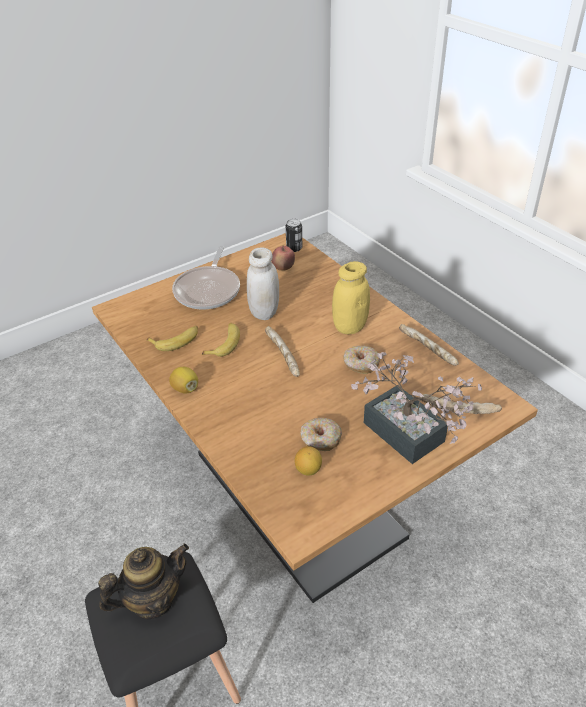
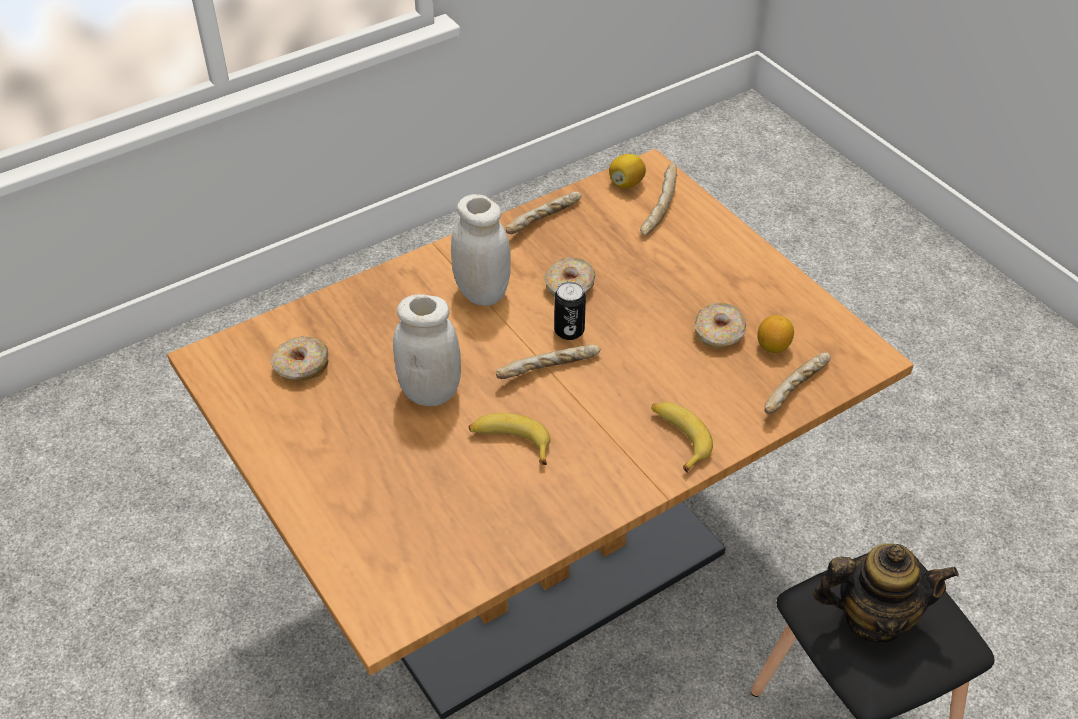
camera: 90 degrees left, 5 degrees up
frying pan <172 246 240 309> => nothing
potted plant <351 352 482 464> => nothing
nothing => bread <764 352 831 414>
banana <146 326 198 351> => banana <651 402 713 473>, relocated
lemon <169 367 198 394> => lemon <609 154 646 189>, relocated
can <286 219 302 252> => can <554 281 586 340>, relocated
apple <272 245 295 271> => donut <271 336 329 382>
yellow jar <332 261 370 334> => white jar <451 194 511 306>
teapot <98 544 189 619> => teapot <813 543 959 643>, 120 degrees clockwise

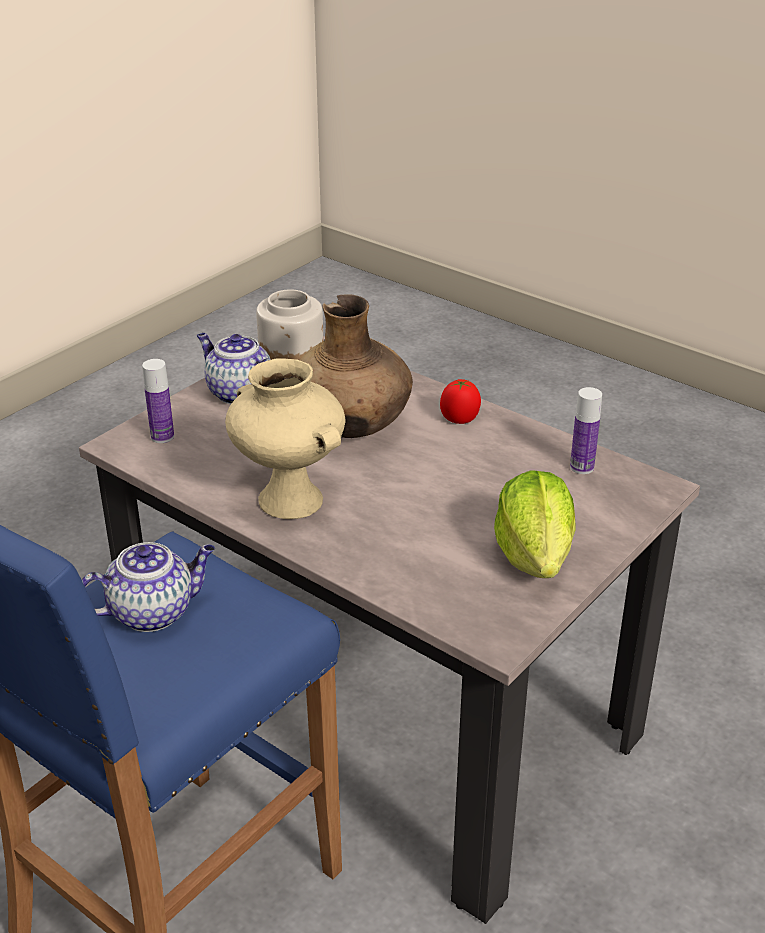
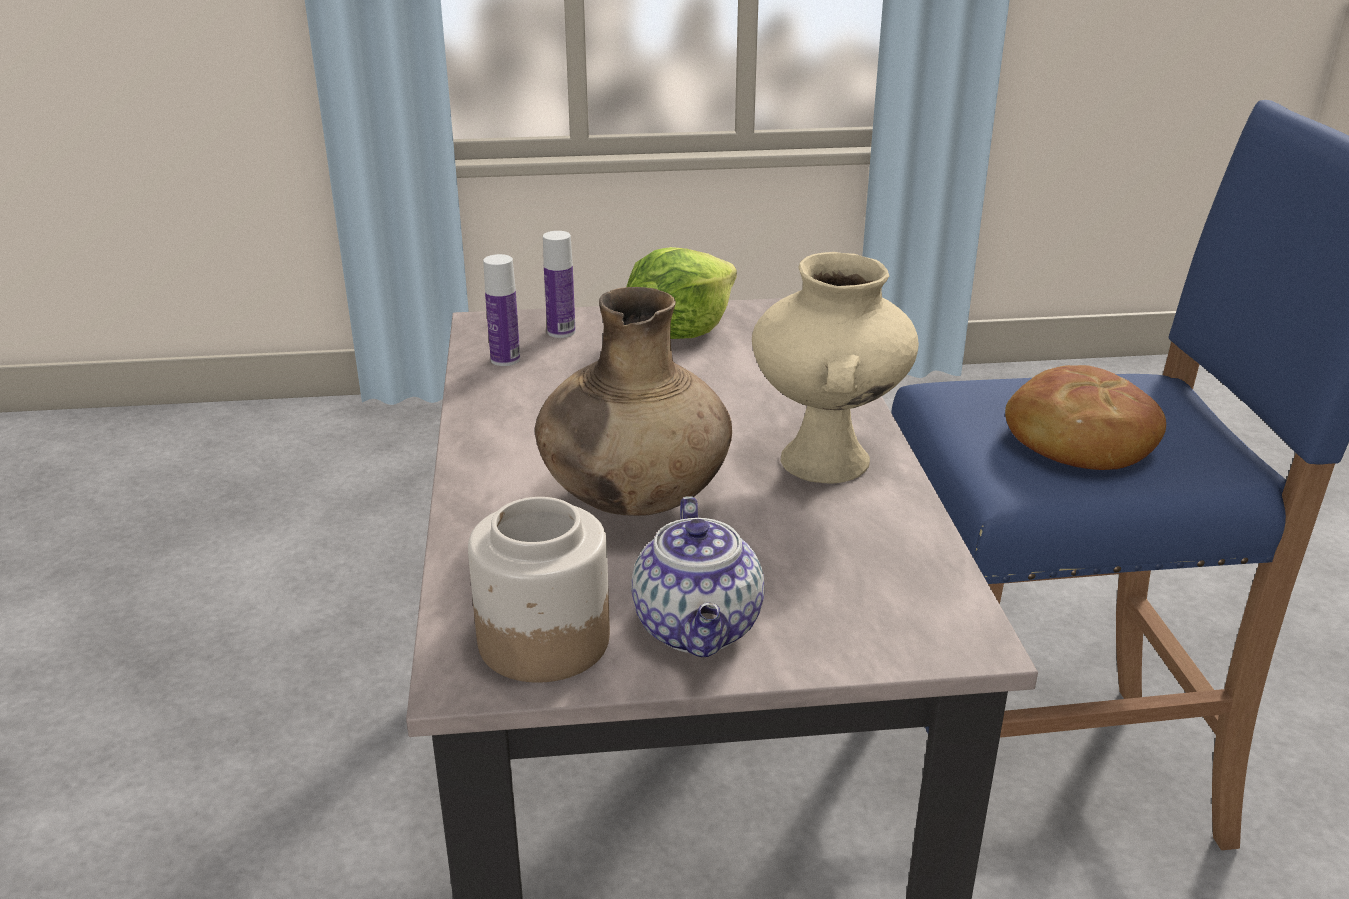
camera: 135 degrees left, 5 degrees down
tomato <440 379 481 424> => nothing
bottle <142 359 174 443> => bottle <543 231 576 338>, relocated
teapot <82 542 215 632> => bread <1005 365 1166 470>

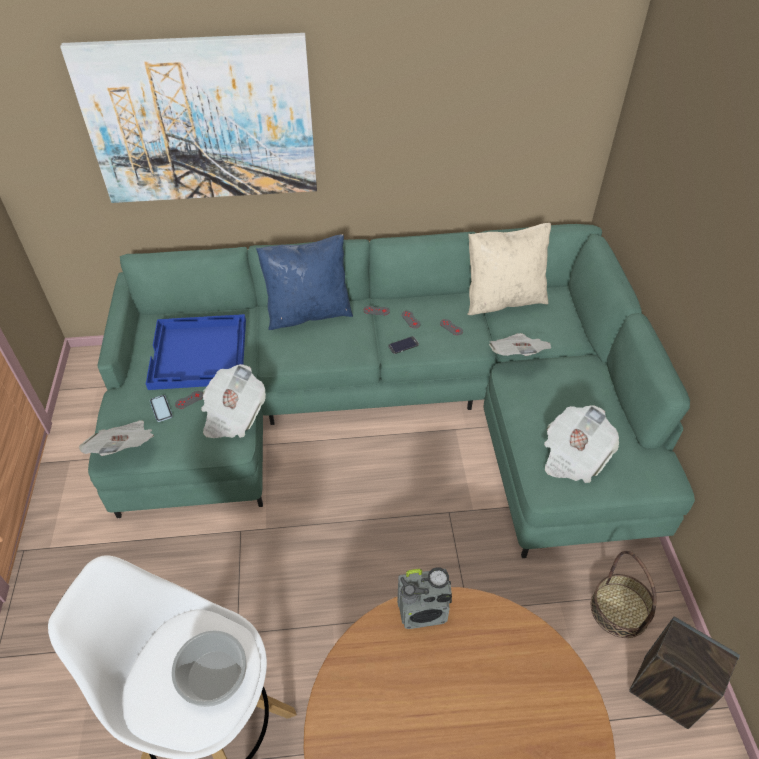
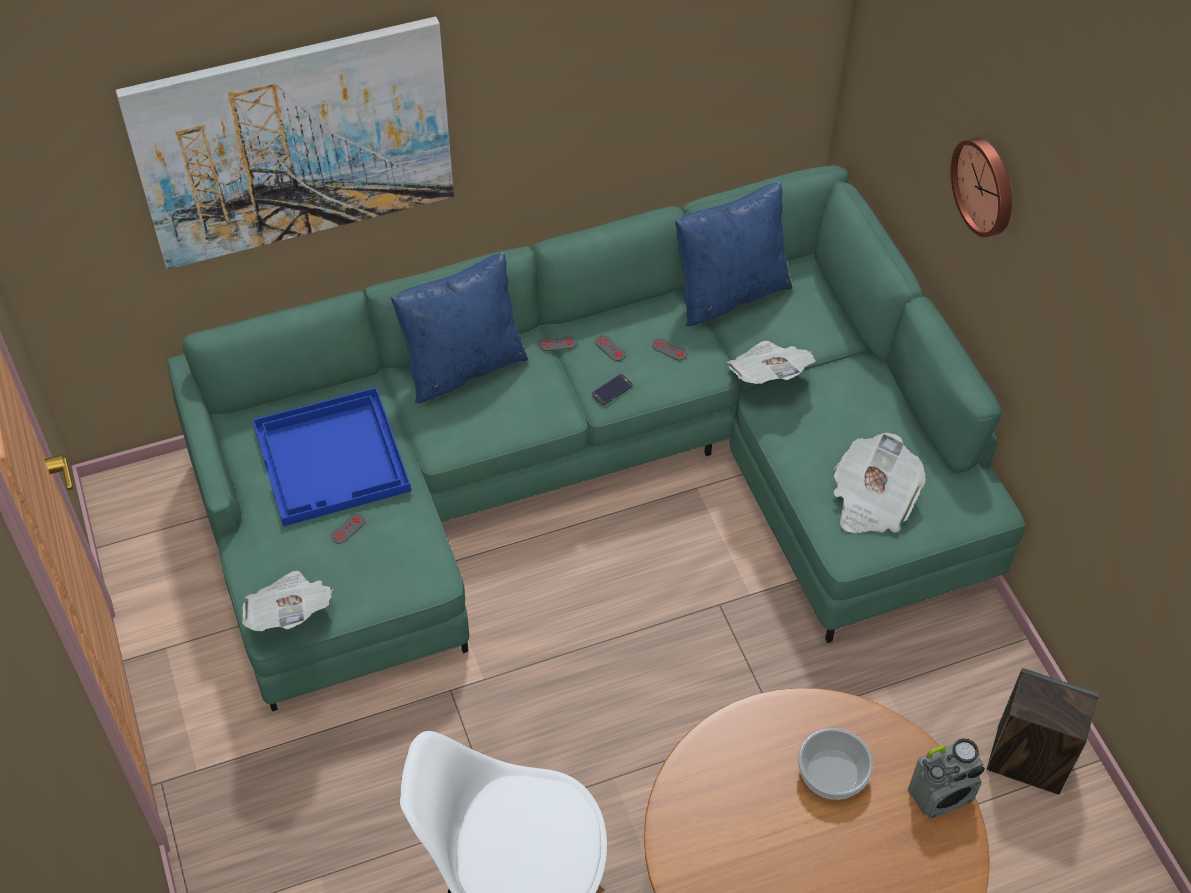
camera: 15 degrees left, 5 degrees up
phone <150 395 173 422> => nothing
newspaper <201 364 266 438> => nothing
basket <591 550 657 638> => nothing
nothing => wall clock <950 138 1012 237>
bowl <171 630 246 707> => bowl <798 728 873 800>, relocated
radio <397 567 452 629> => radio <908 738 985 819>, relocated
beige pillow <467 223 551 315> => blue pillow <675 182 792 326>

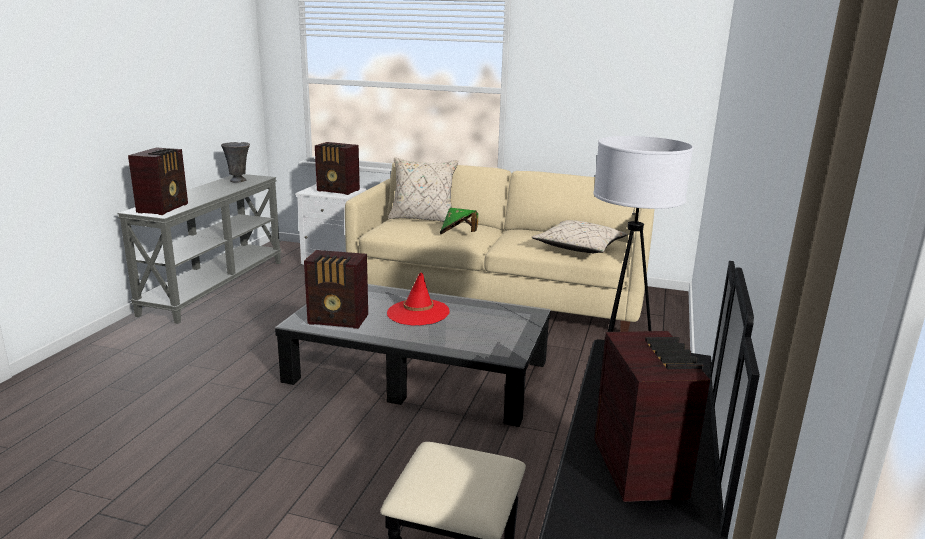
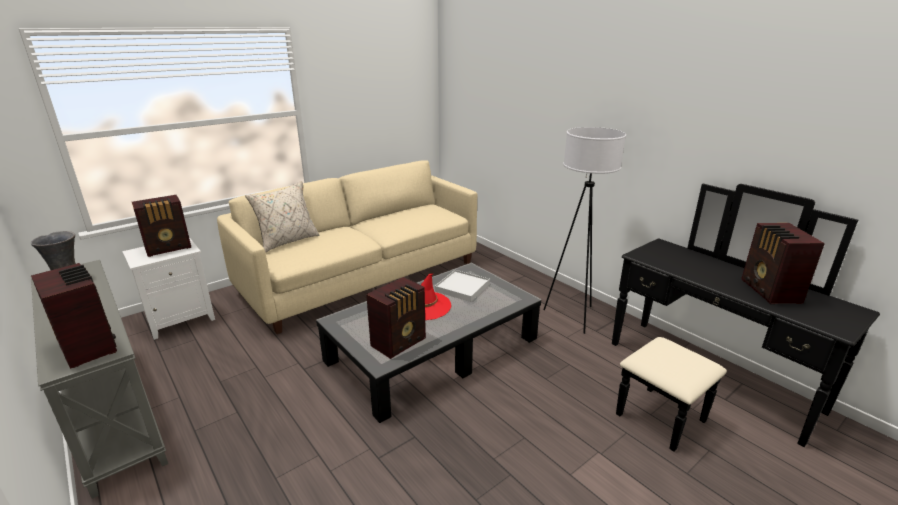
camera: 55 degrees left, 5 degrees up
green hat <440 208 478 234> => nothing
beige pillow <532 220 628 253> => nothing
nothing => white tray <435 270 490 302>
radio <594 331 710 502> => radio <741 223 825 304>, 120 degrees counterclockwise

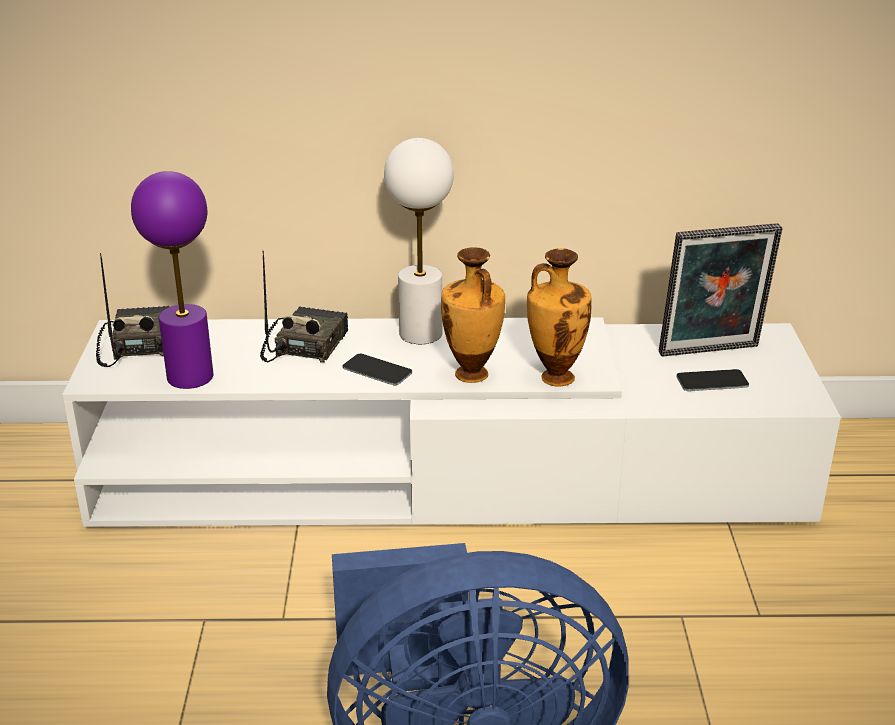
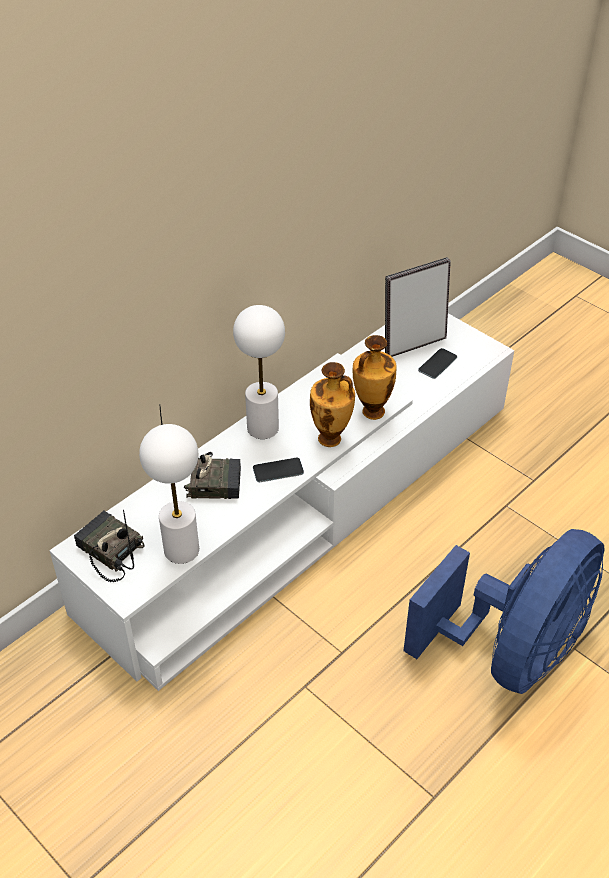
camera: 45 degrees left, 15 degrees up
purple table lamp <131 171 213 389> => white table lamp <139 424 199 564>
radio <260 251 348 363> => radio <159 404 241 499>, 120 degrees clockwise
picture frame <659 223 782 357> => picture frame <385 257 451 357>, 150 degrees counterclockwise

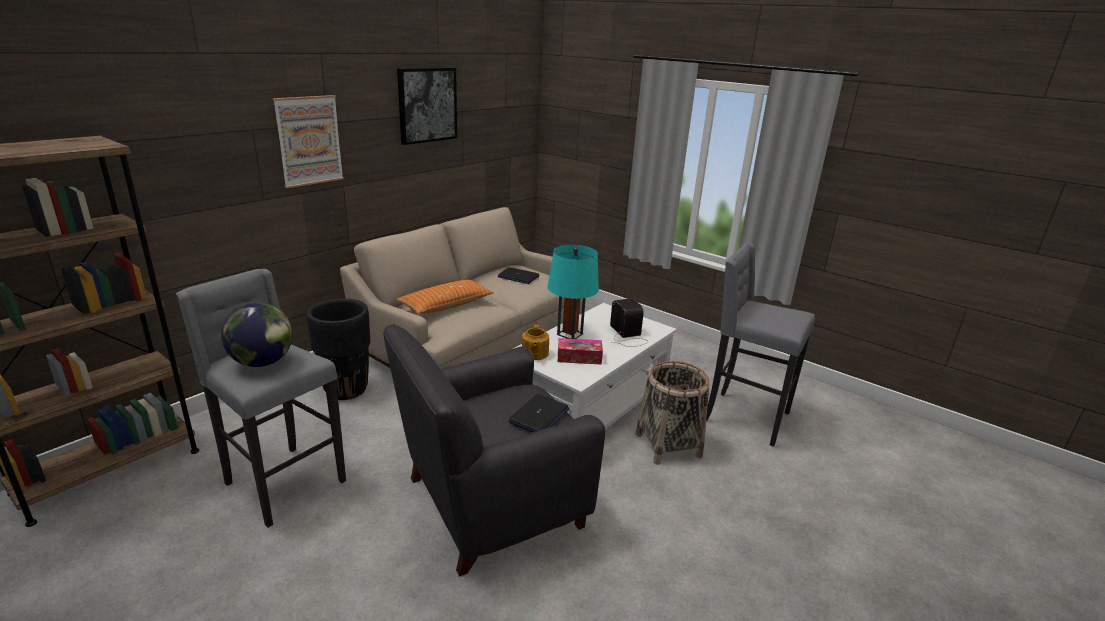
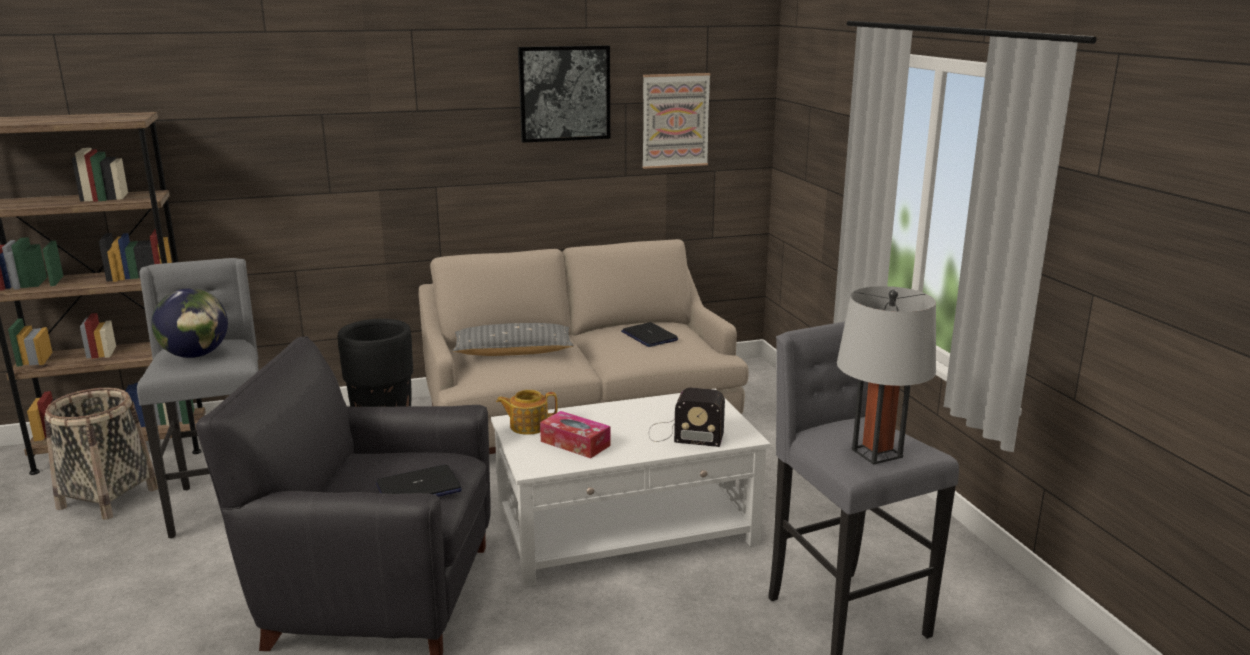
camera: 35 degrees right, 5 degrees down
turquoise table lamp <548 245 599 339> => nothing
nothing => grey table lamp <837 286 936 465>
picture <273 95 344 188> => picture <642 73 711 169>, relocated
basket <635 361 709 465> => basket <44 388 158 520>, relocated
orange pillow <396 279 494 314> => grey pillow <453 323 574 356>
teapot <522 324 549 360> => teapot <496 390 558 435>, 45 degrees clockwise
radio <610 298 648 347> => radio <649 388 725 447>, 90 degrees clockwise

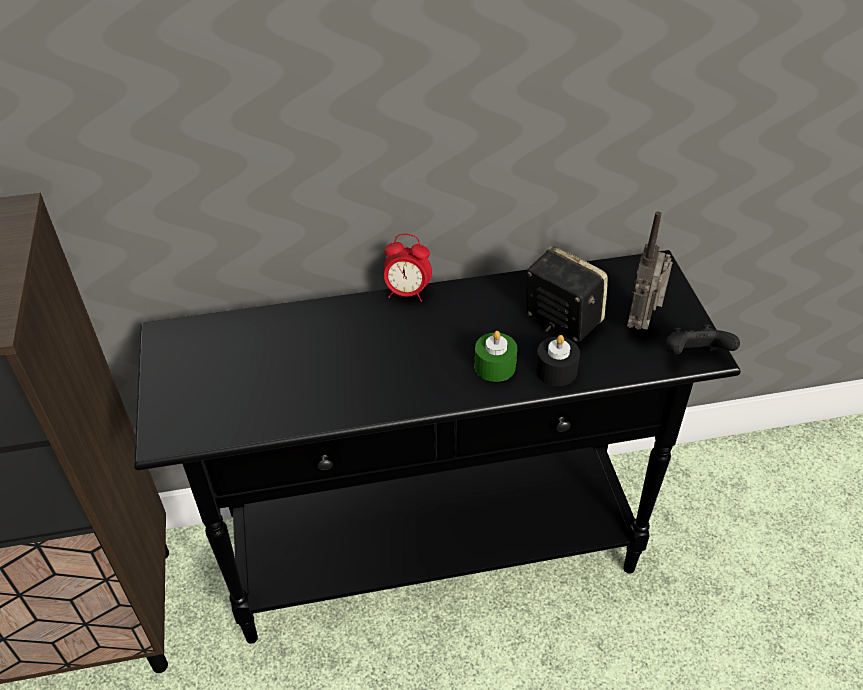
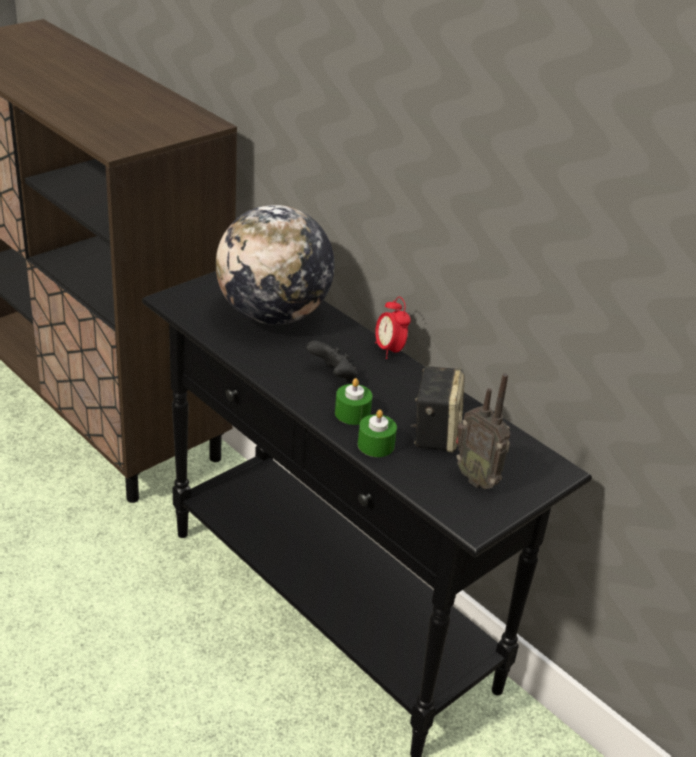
camera: 55 degrees right, 10 degrees down
nothing => globe <216 205 334 325>
black game controller <666 325 740 354> => black game controller <306 341 358 383>, relocated
black candle <536 335 580 386> => green candle <358 409 397 457>
radio <627 211 673 330> => radio <456 373 511 489>, 120 degrees counterclockwise

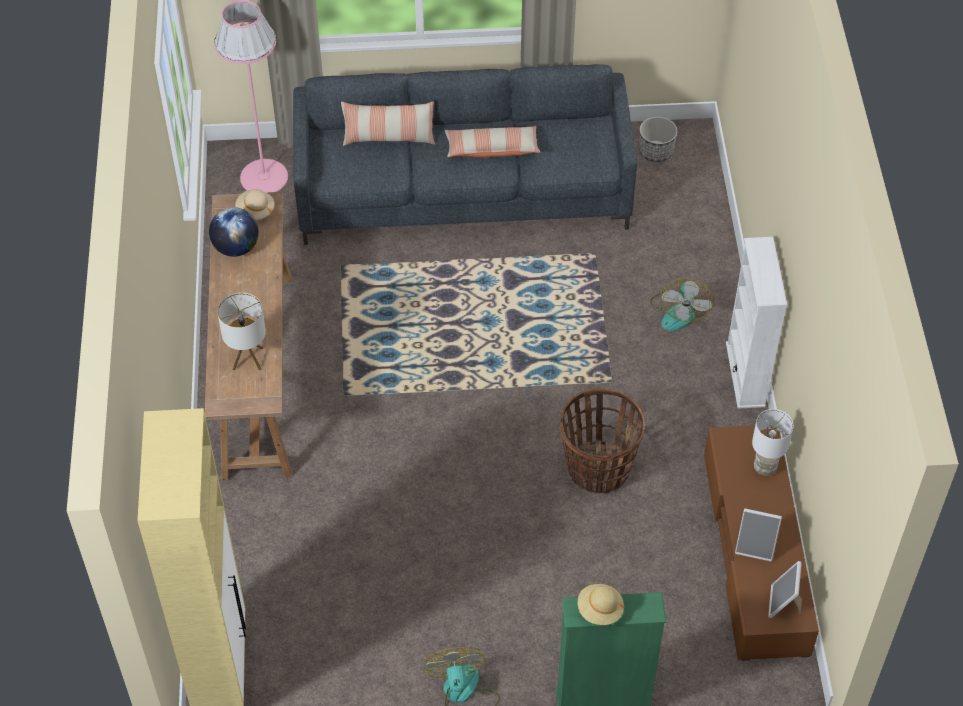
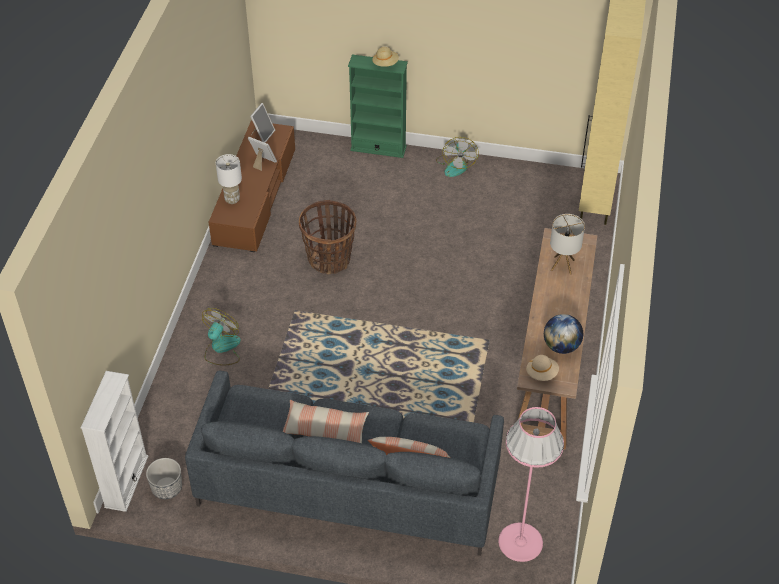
camera: 165 degrees left, 5 degrees down
white bookcase <726 237 787 409> => white bookcase <81 371 148 512>, relocated

